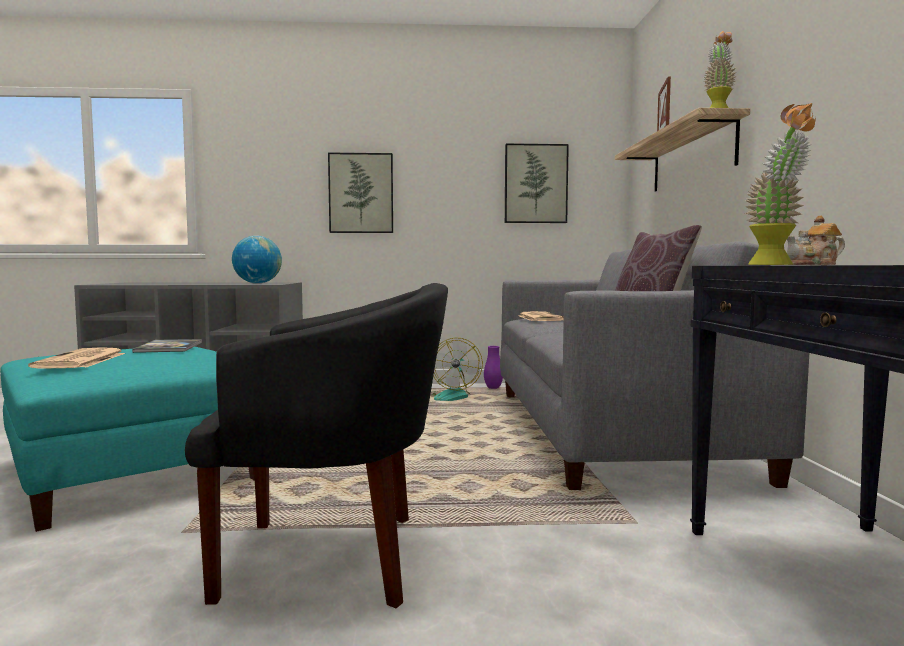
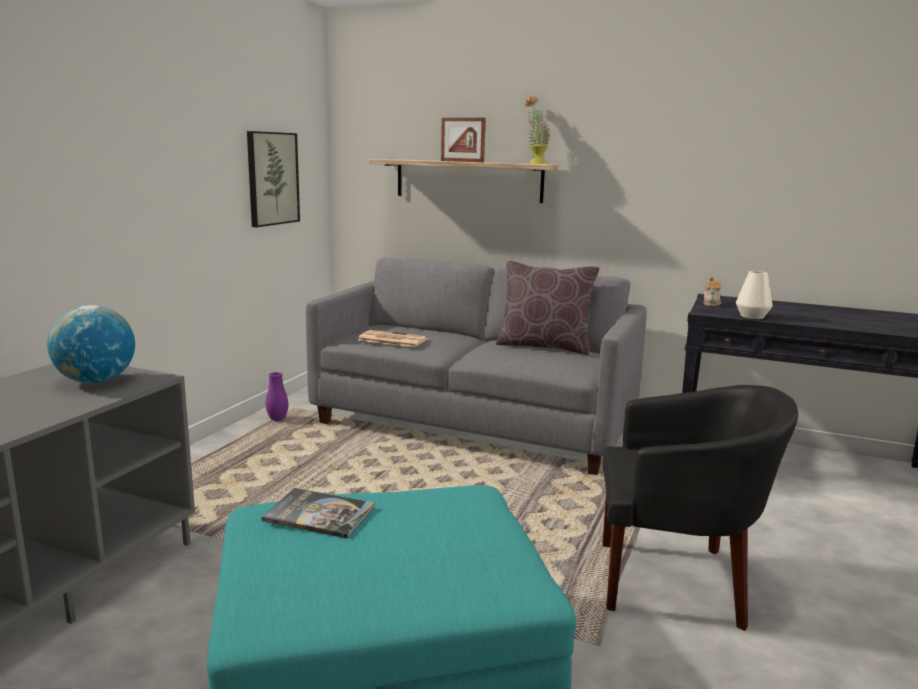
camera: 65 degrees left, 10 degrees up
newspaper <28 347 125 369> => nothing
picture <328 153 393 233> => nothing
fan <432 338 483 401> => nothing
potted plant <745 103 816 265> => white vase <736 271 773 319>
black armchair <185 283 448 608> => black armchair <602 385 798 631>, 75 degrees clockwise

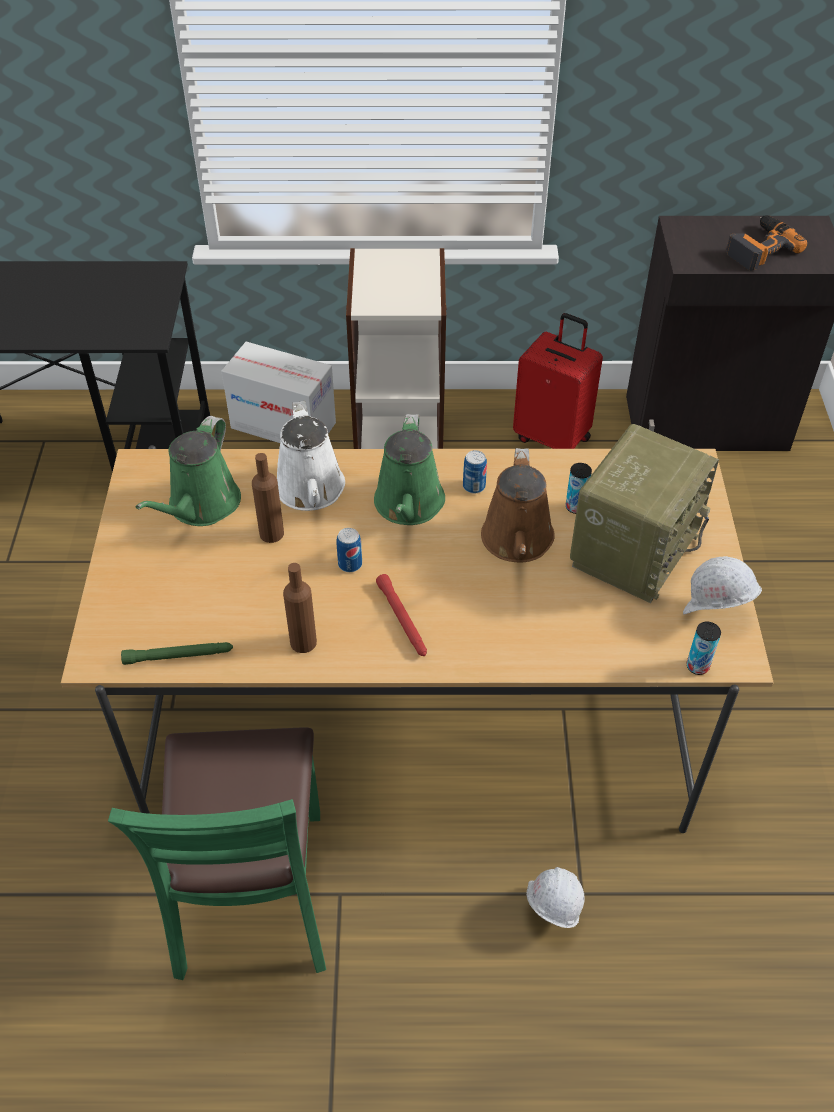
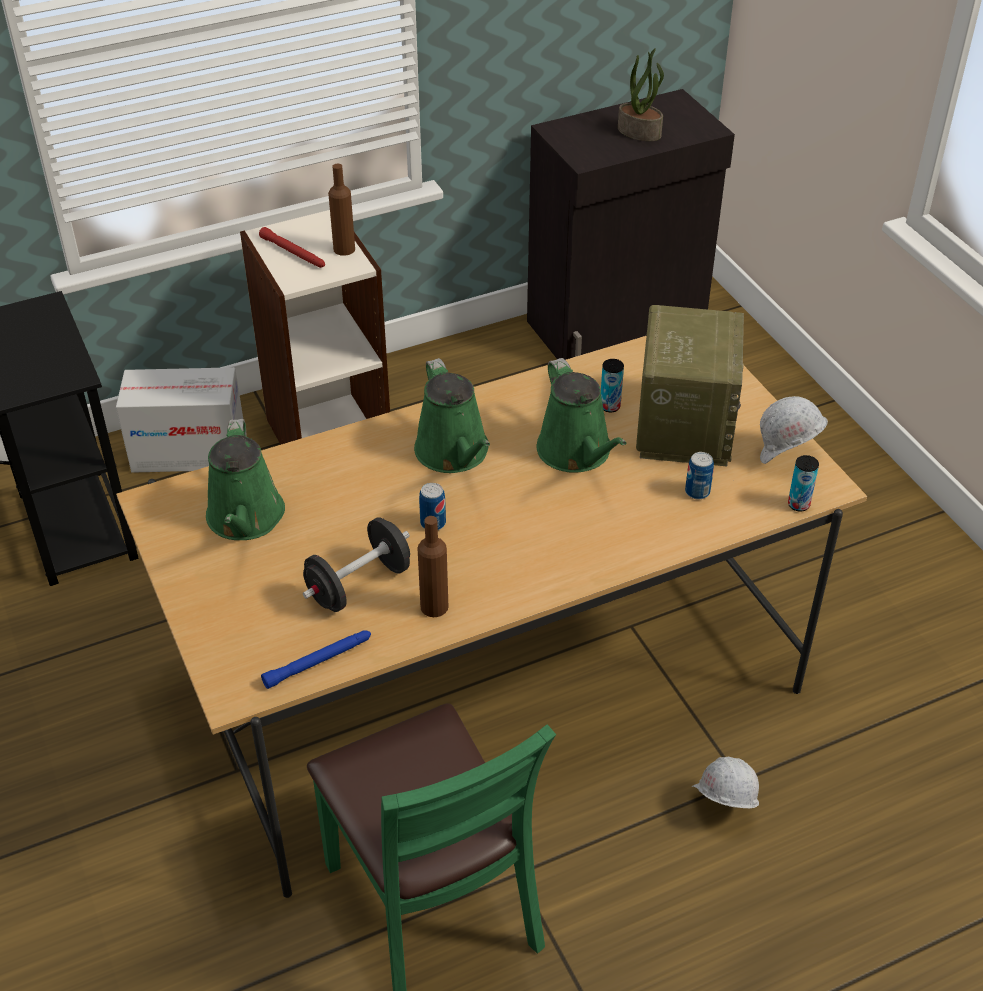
camera: 25 degrees left, 5 degrees down
white watering can <277 401 345 511> => nothing
red suitcase <513 313 603 449> => nothing
nothing => black dumbbell <303 517 410 612>
brown bottle <252 453 284 543> => brown bottle <328 164 355 256>, relocated
red flashlight <376 574 427 656> => red flashlight <259 227 325 268>, relocated
can <463 450 487 493> => can <685 452 714 500>, relocated
power drill <726 215 807 271> => potted plant <618 48 664 141>
green flashlight <121 642 233 665> => blue flashlight <261 630 371 689>
brown watering can <481 448 555 563> => green watering can <537 358 627 473>

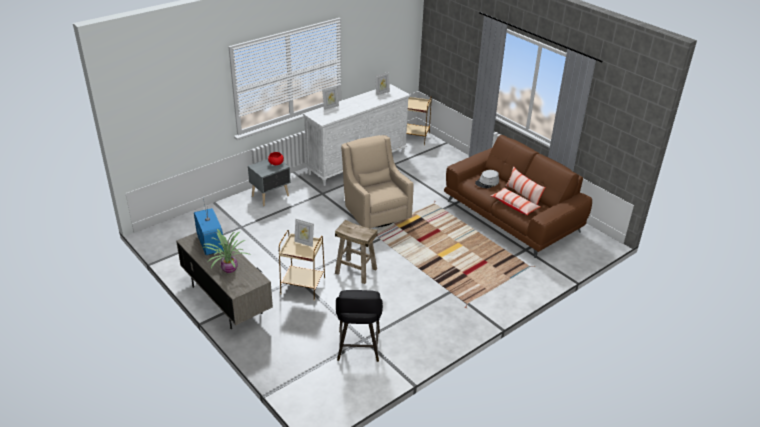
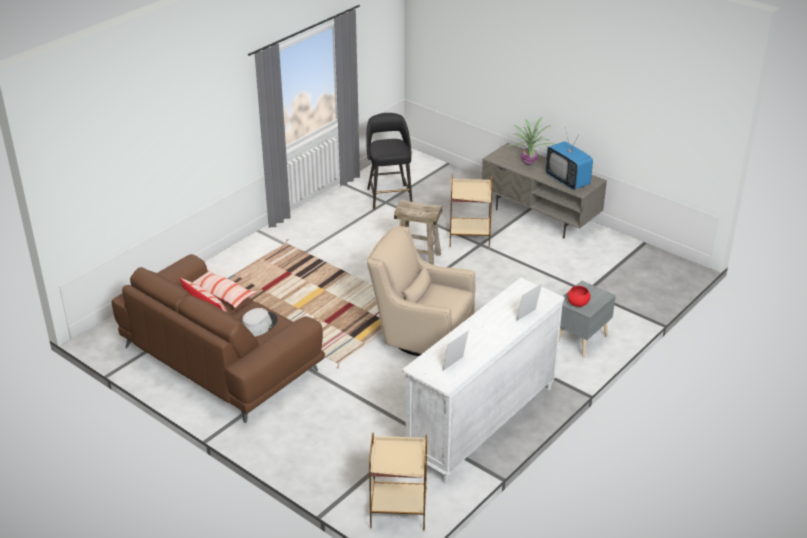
camera: 170 degrees right, 0 degrees up
picture frame <294 219 314 247> => nothing
beige armchair <341 135 413 228> => beige armchair <367 226 476 356>, 150 degrees clockwise

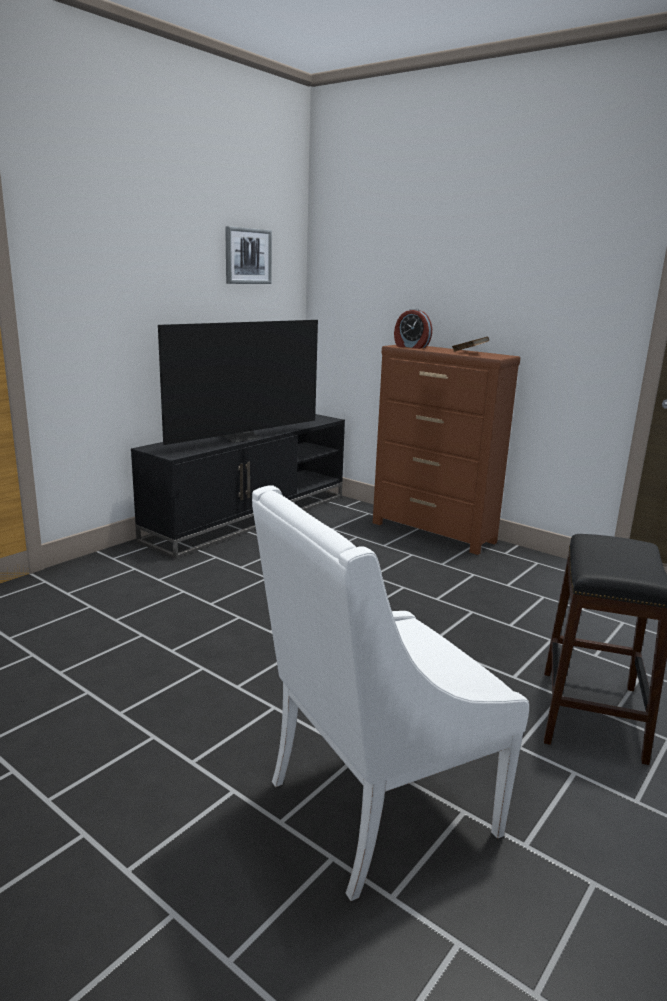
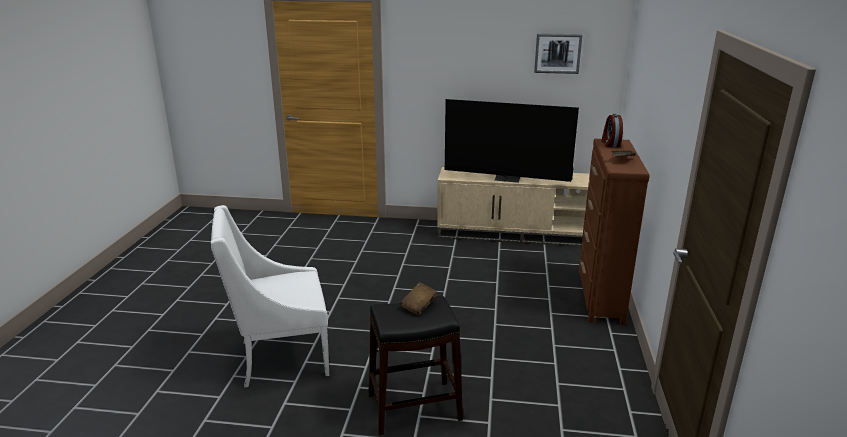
camera: 60 degrees right, 5 degrees up
nothing => brown book <400 282 437 315>
black tv stand <131 414 345 559> => beige tv stand <437 167 590 247>
white armchair <252 485 529 901> => white armchair <211 205 330 388>, 45 degrees counterclockwise

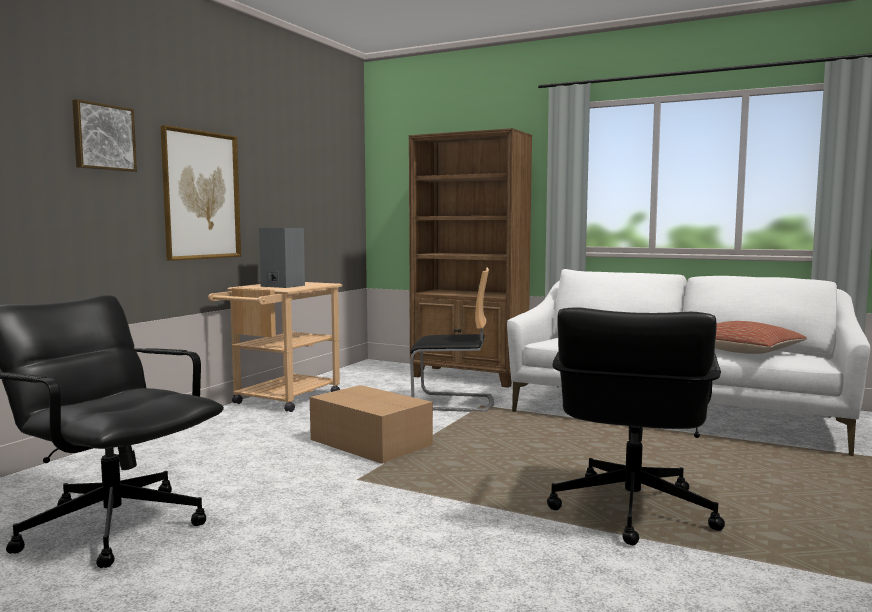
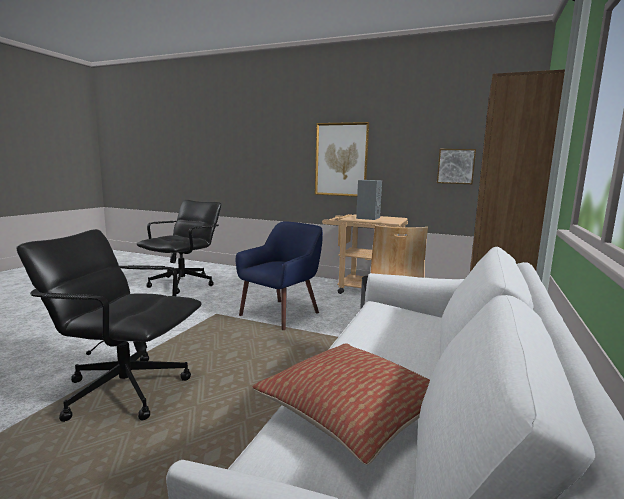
camera: 85 degrees right, 5 degrees up
picture <72 99 137 172> => picture <437 149 476 184>, relocated
cardboard box <310 385 433 464> => blue armchair <236 221 323 330>

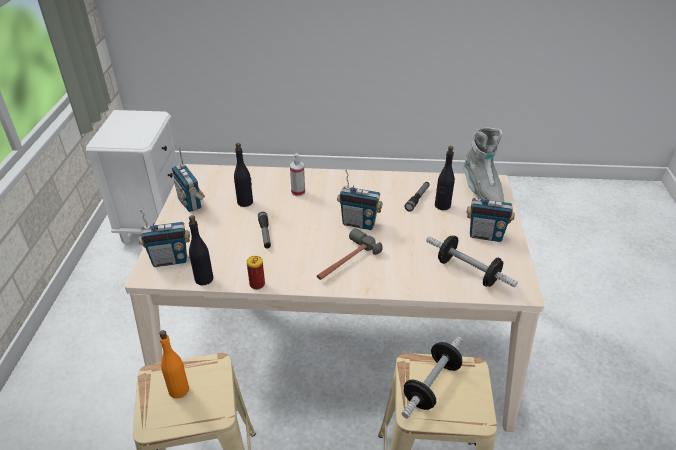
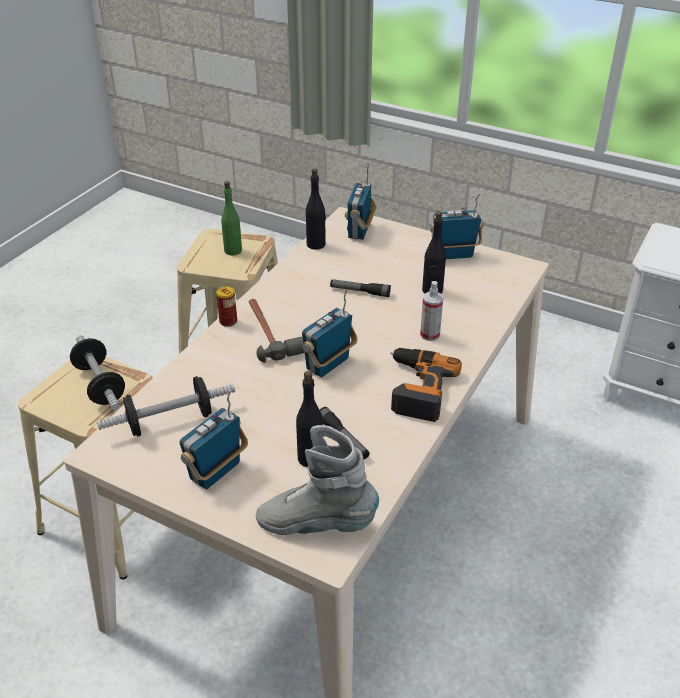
camera: 115 degrees right, 0 degrees up
nothing => power drill <390 348 462 422>
can <247 256 265 290> => can <216 286 237 327>, relocated
orange bottle <159 330 189 399> => green bottle <221 181 242 255>

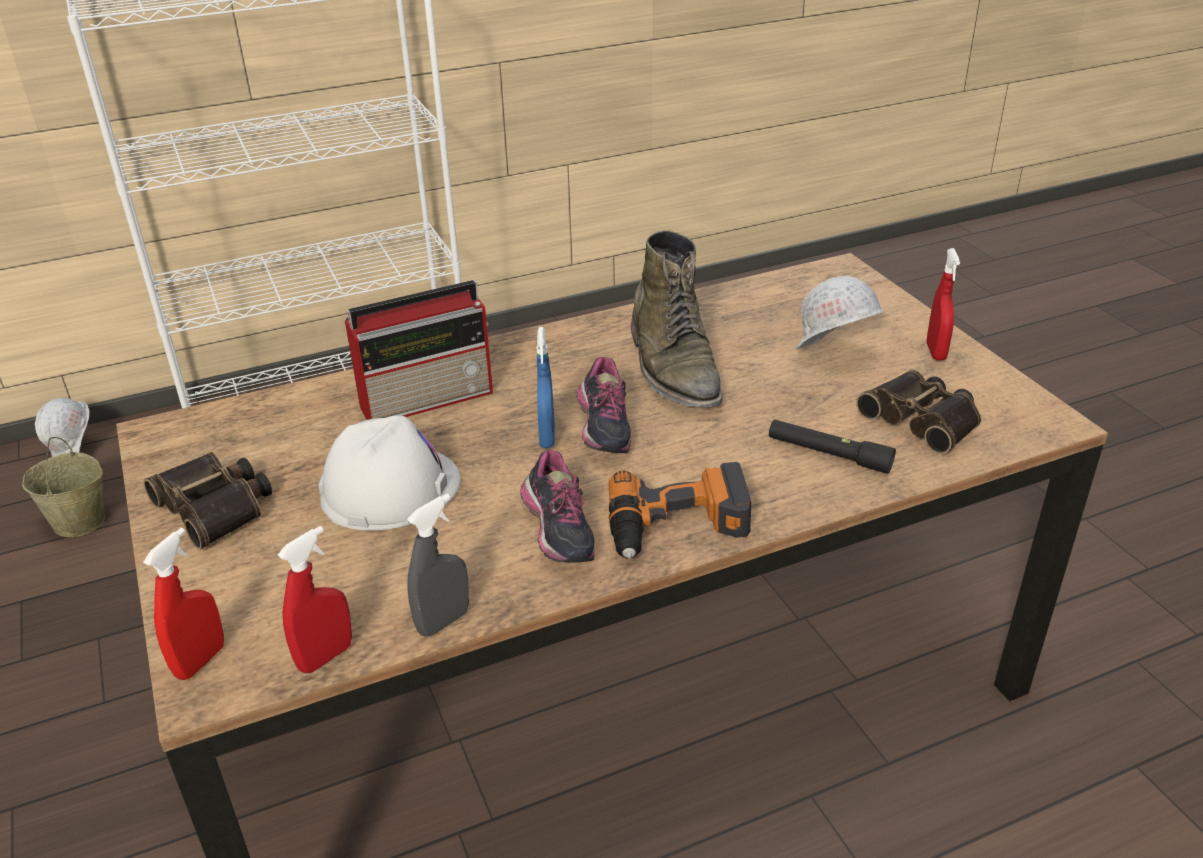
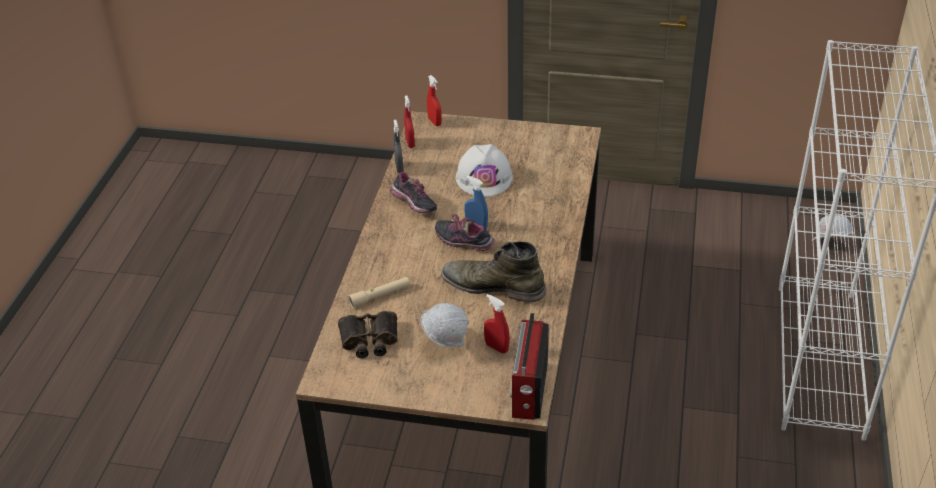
camera: 125 degrees right, 5 degrees up
beige bucket <22 437 105 537> => nothing
binoculars <144 452 272 550> => nothing
power drill <609 462 751 559> => nothing
radio <345 280 493 420> => radio <510 313 549 420>, relocated
red spray bottle <927 248 960 360> => red spray bottle <484 294 510 353>, relocated
black flashlight <769 420 896 474> => beige flashlight <348 277 410 308>
shoe <520 450 595 563> => shoe <390 172 437 213>, 150 degrees counterclockwise

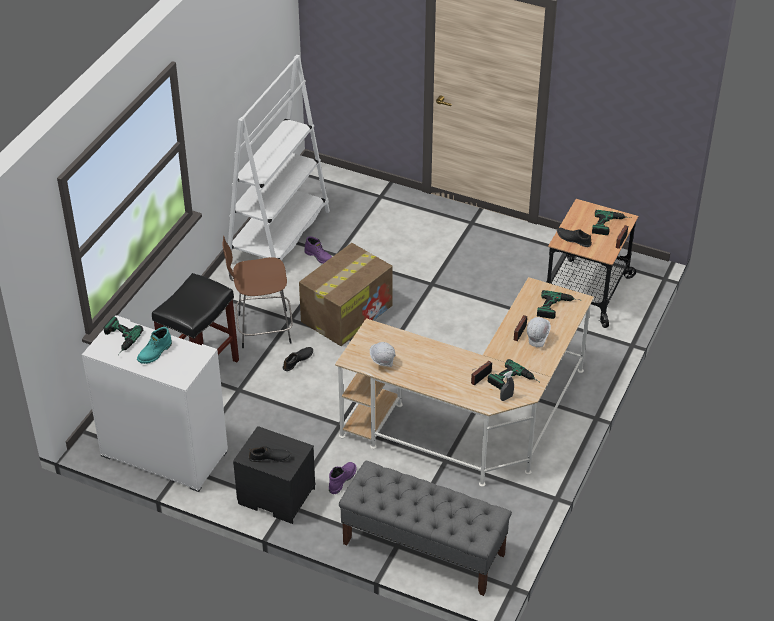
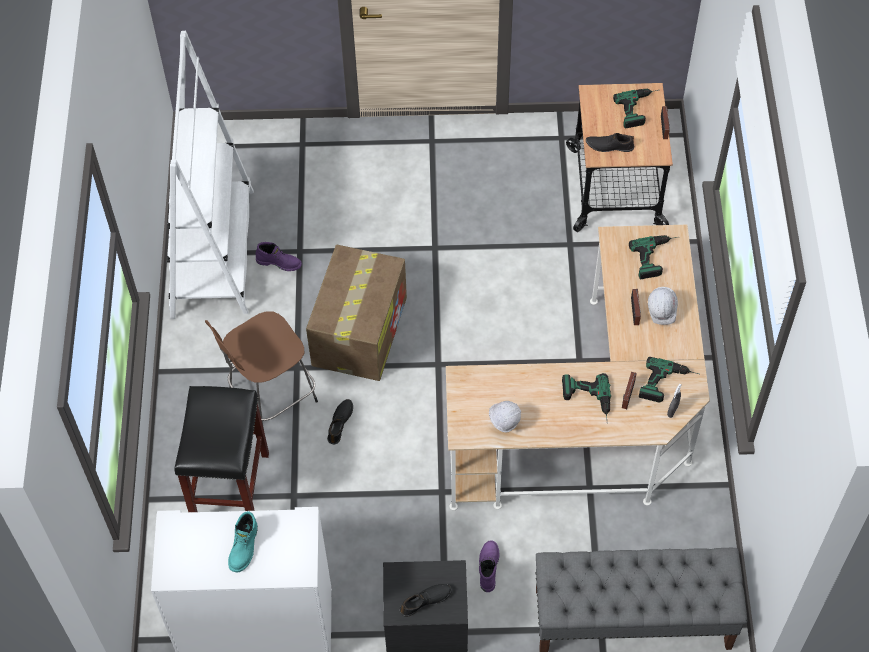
camera: 25 degrees left, 15 degrees up
power drill <103 316 143 355> => power drill <562 373 611 420>, relocated

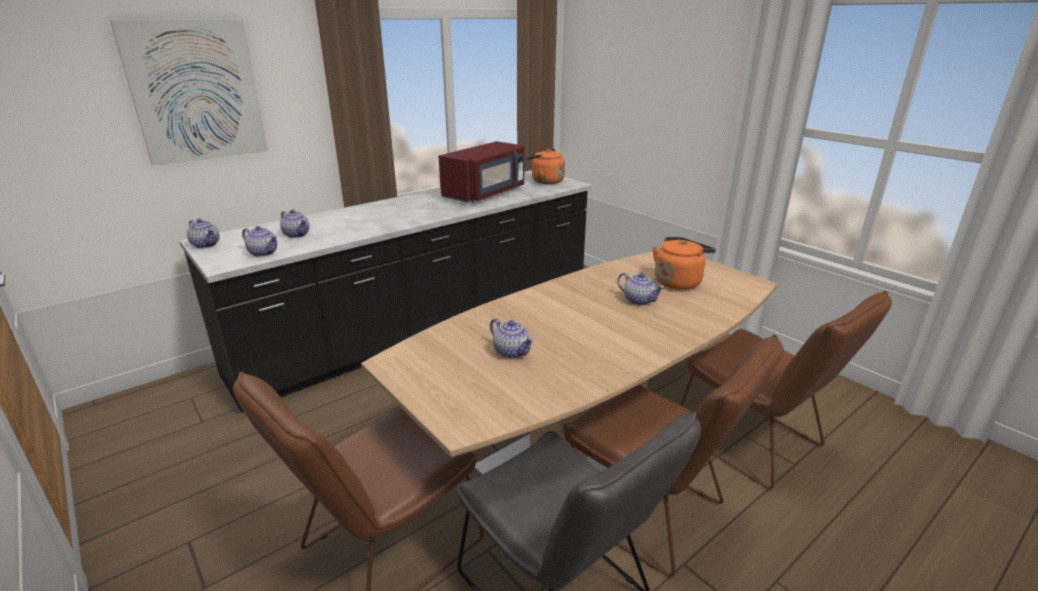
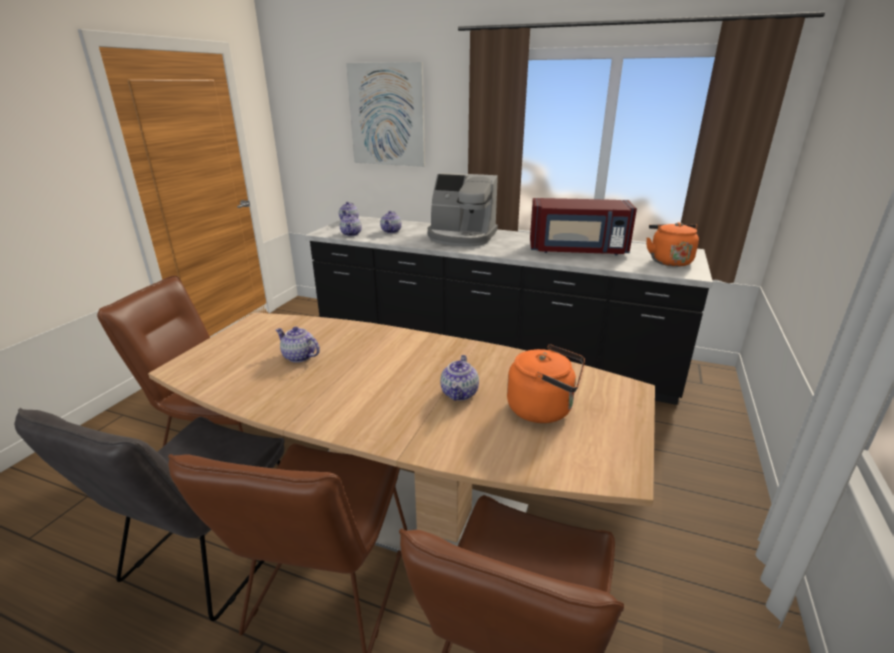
camera: 60 degrees right, 0 degrees up
nothing => coffee machine <427 173 498 247>
teapot <490 318 534 358> => teapot <276 326 320 363>, 105 degrees clockwise

